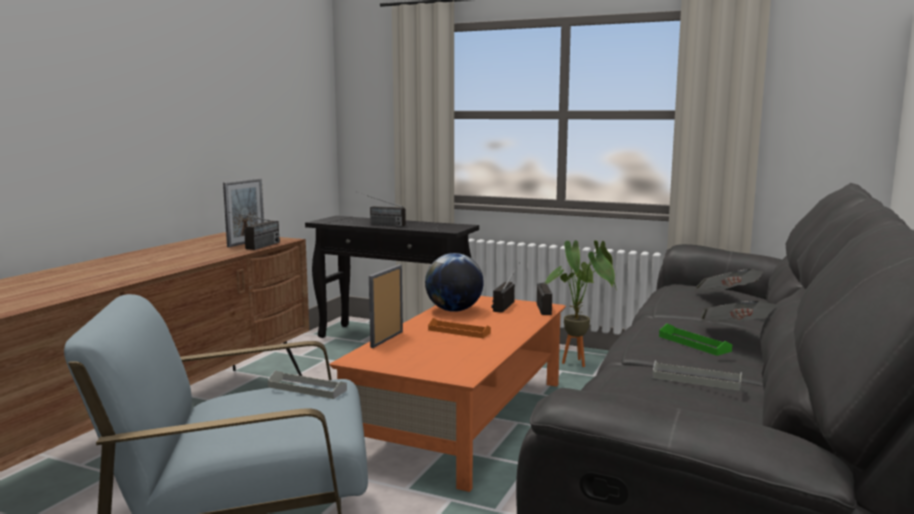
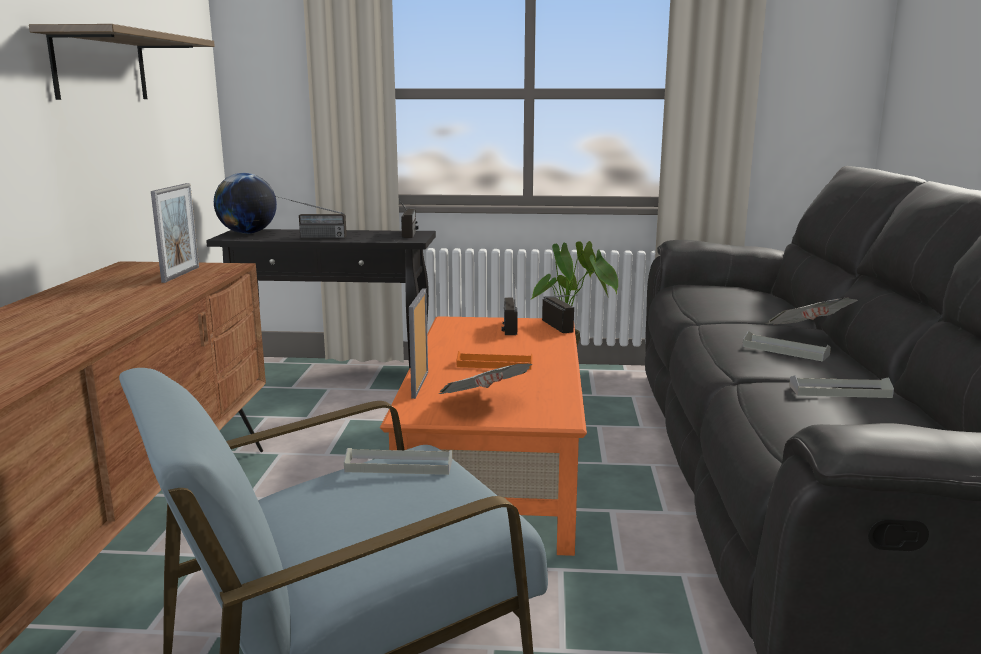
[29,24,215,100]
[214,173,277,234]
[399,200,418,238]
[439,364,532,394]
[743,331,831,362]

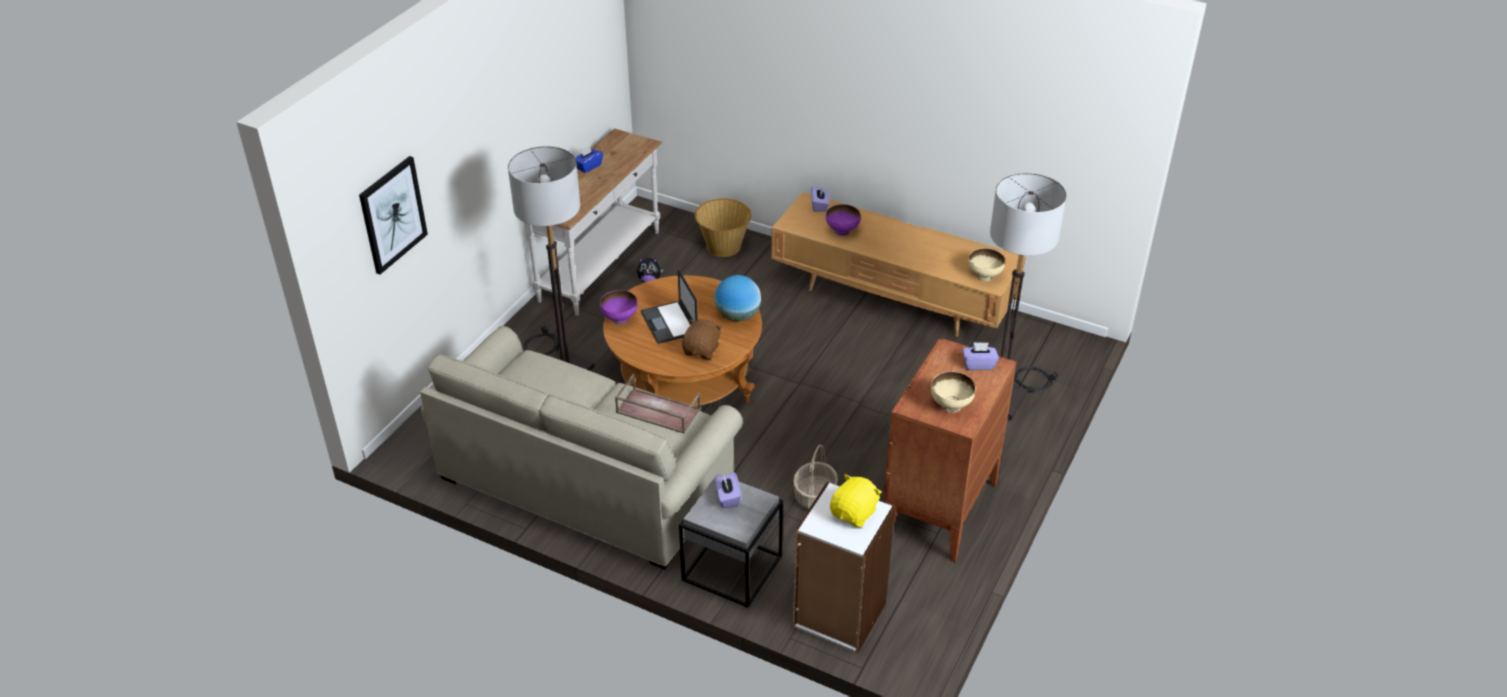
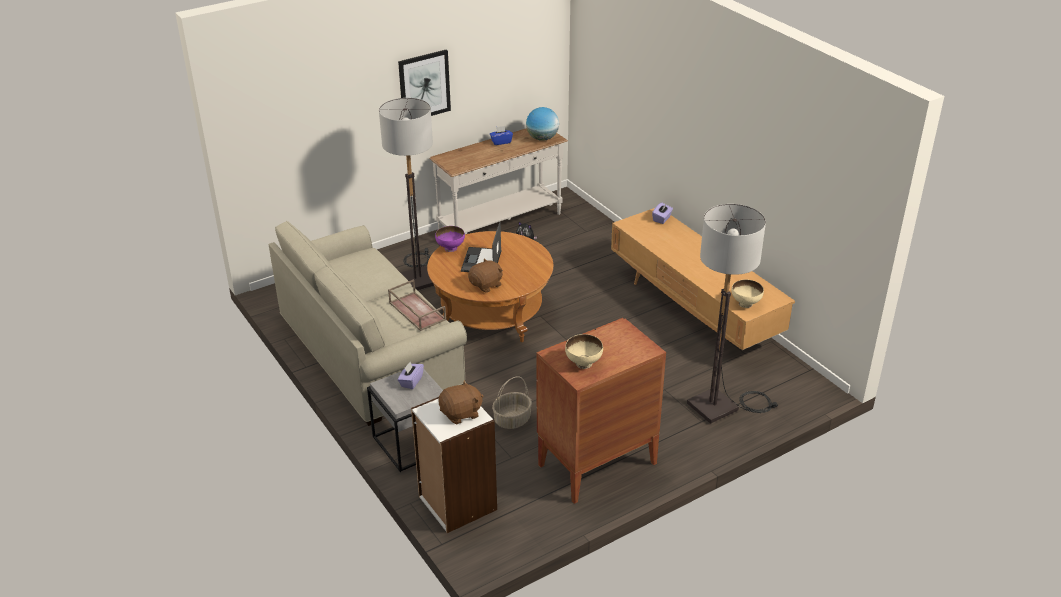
[398,50,451,116]
[438,380,483,424]
[526,107,559,141]
[695,198,752,257] (first image)
[826,204,861,236] (first image)
[962,342,999,370] (first image)

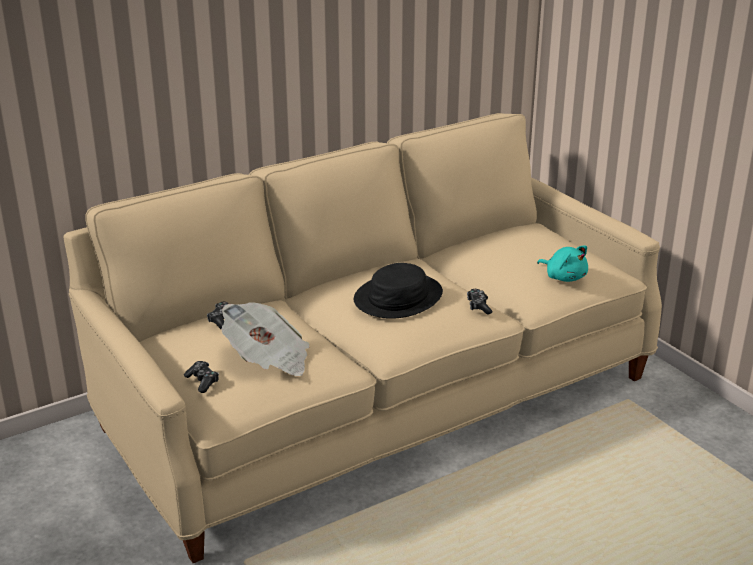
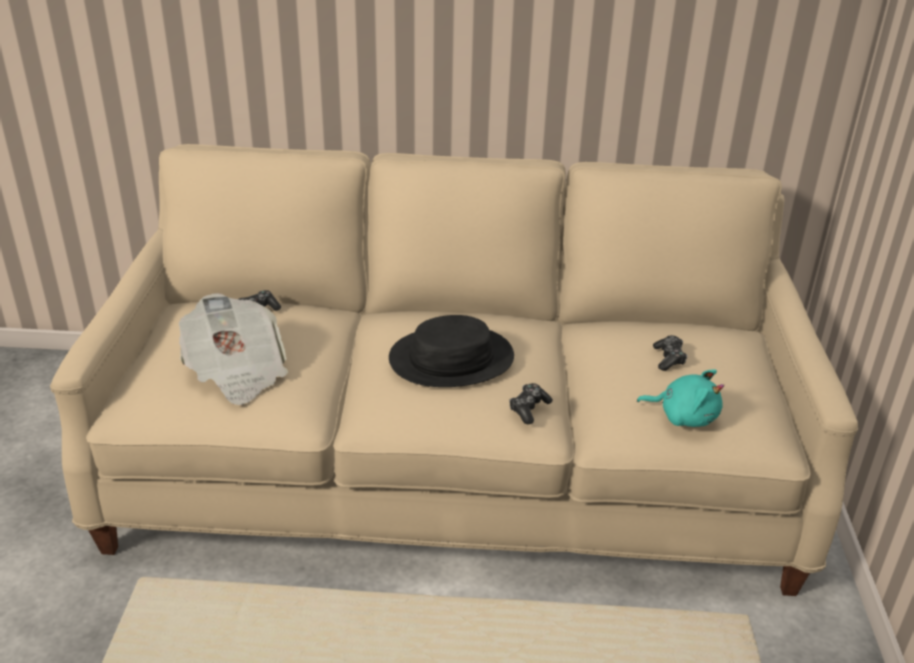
[637,369,724,427]
[653,335,688,371]

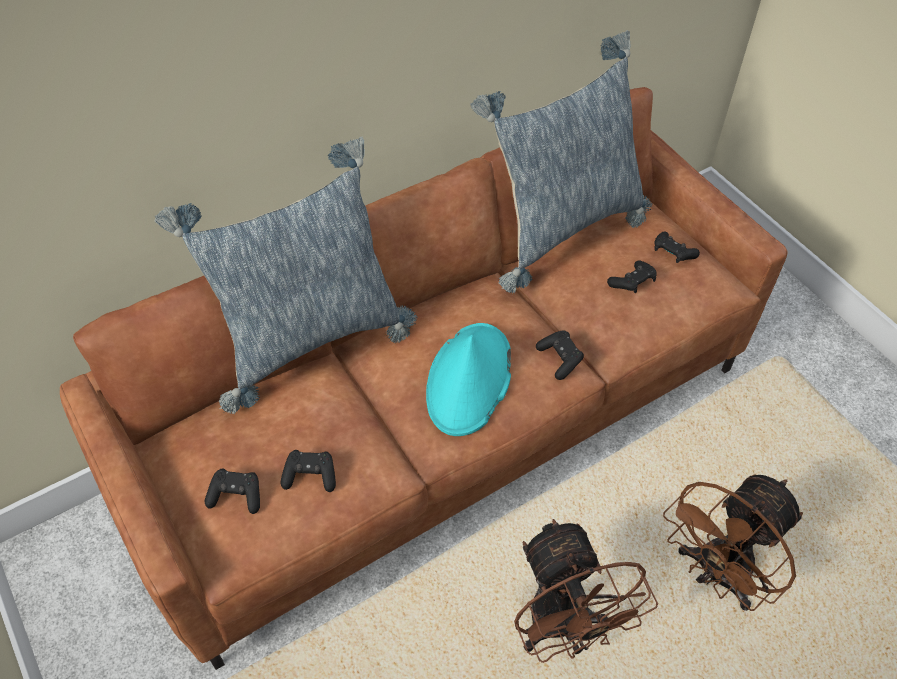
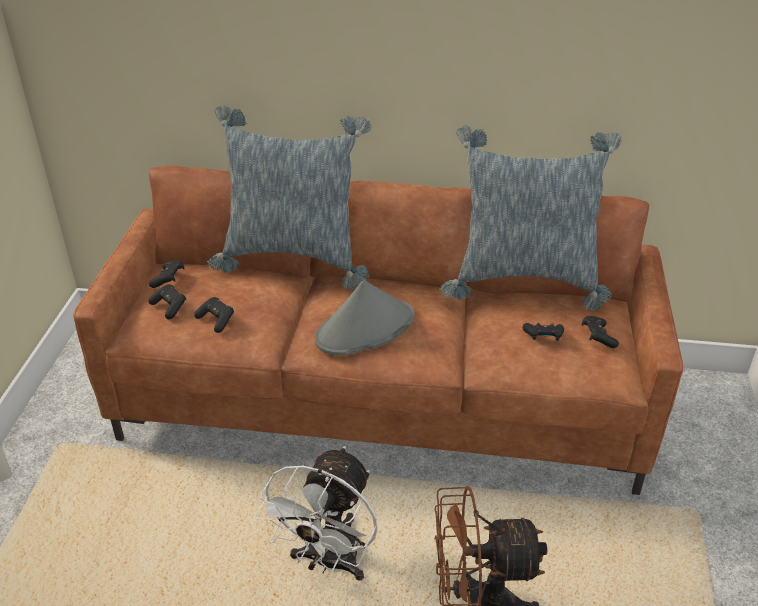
[149,260,184,288]
[255,446,378,581]
[315,280,414,355]

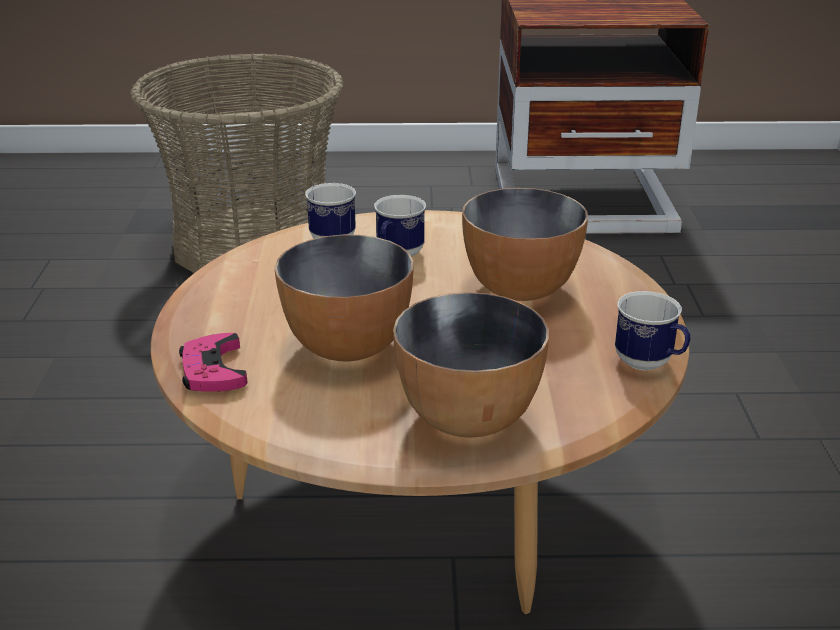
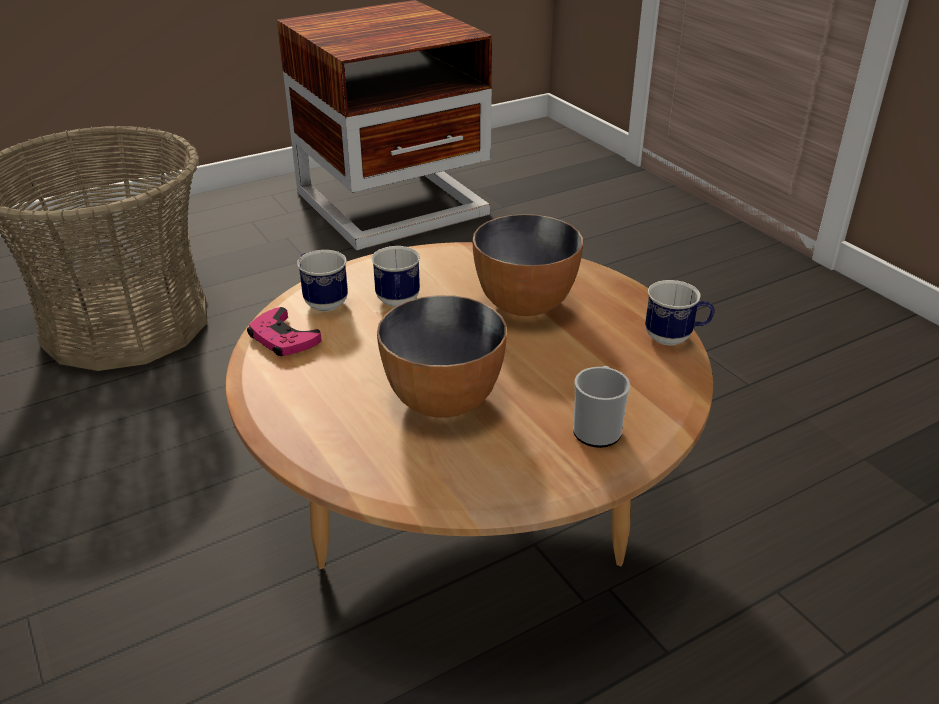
[247,307,322,356]
[573,366,630,448]

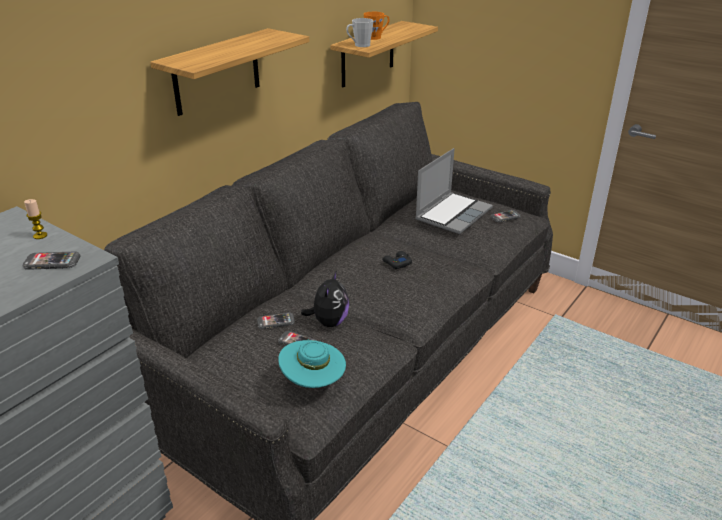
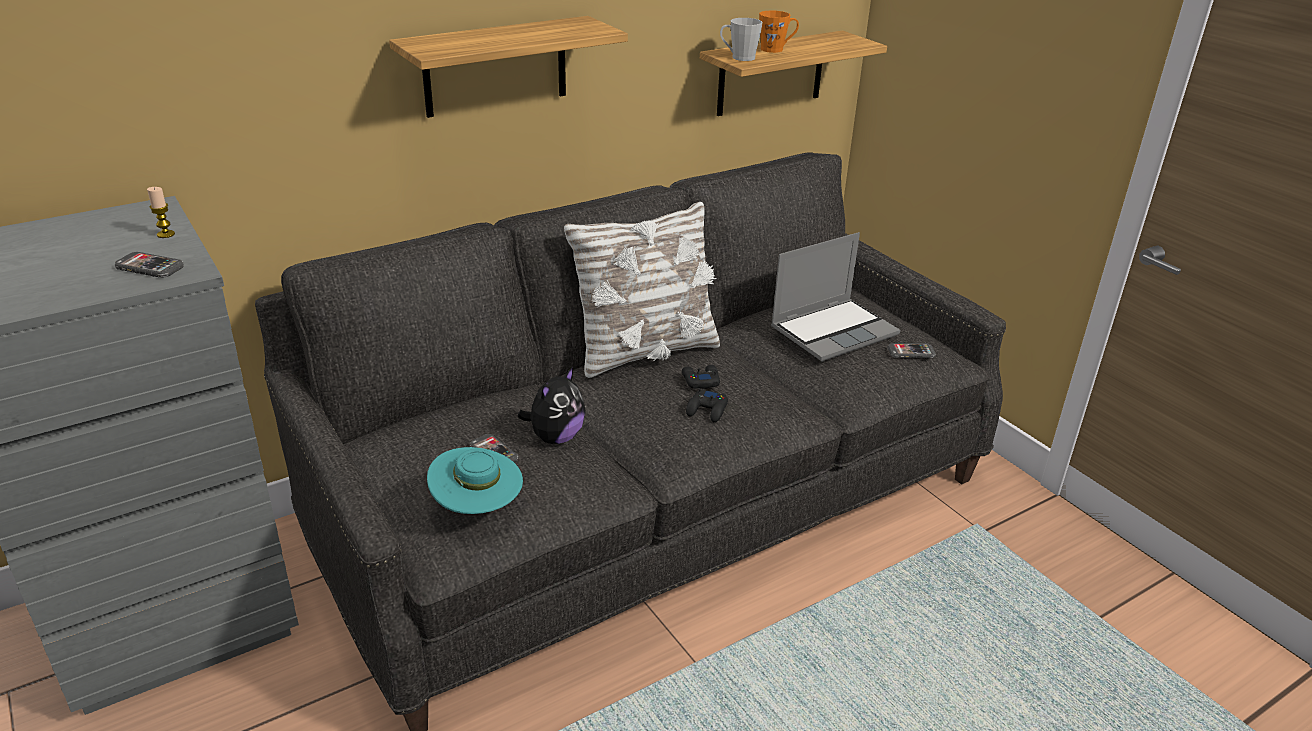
[564,202,720,378]
[686,388,728,422]
[257,312,295,329] (first image)

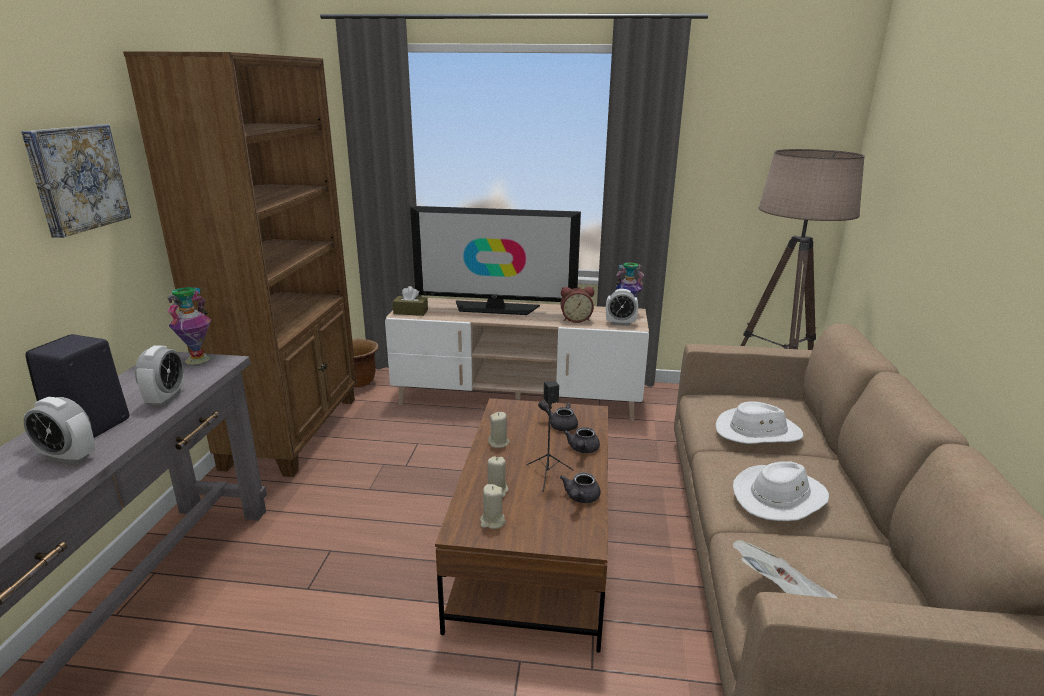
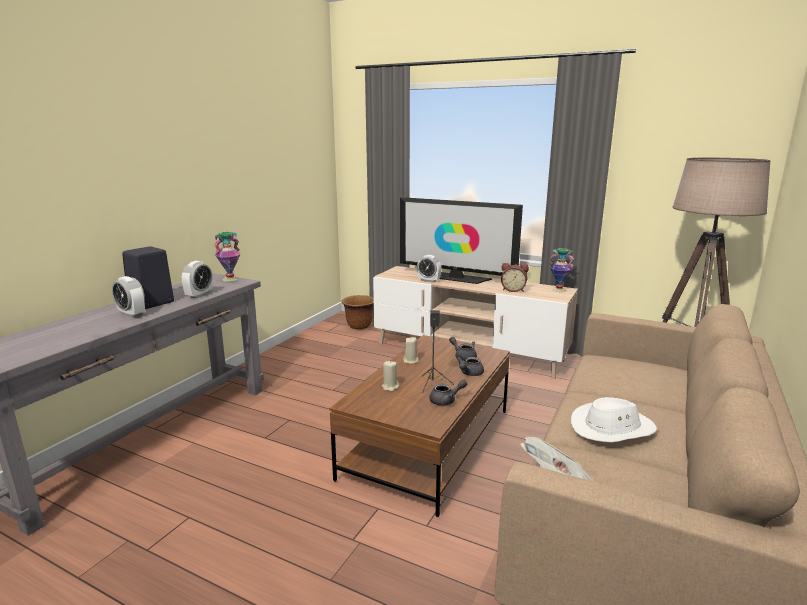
[417,255,441,283]
[429,379,467,406]
[21,124,131,238] (first image)
[123,51,357,477] (first image)
[393,286,428,316] (first image)
[480,484,505,529] (first image)
[716,401,803,444] (first image)

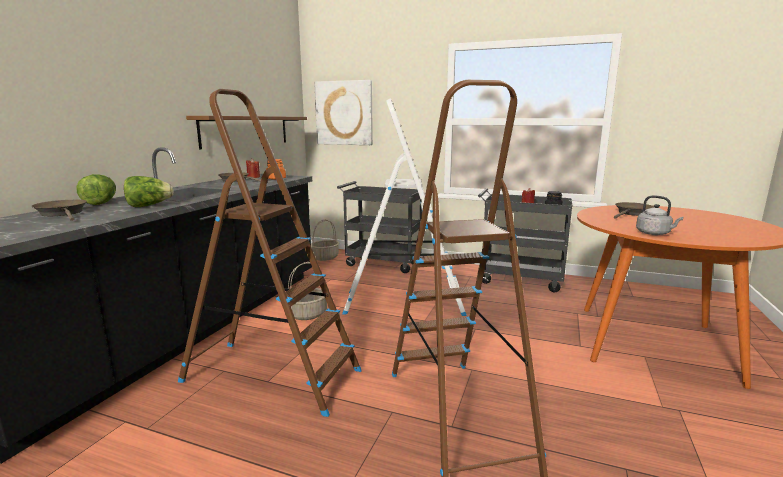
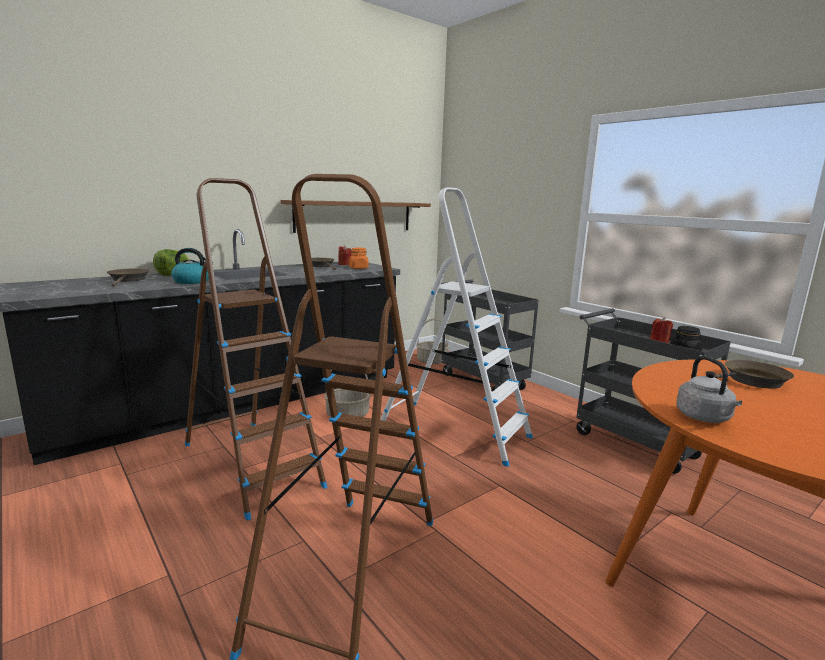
[171,248,213,284]
[314,80,373,145] (first image)

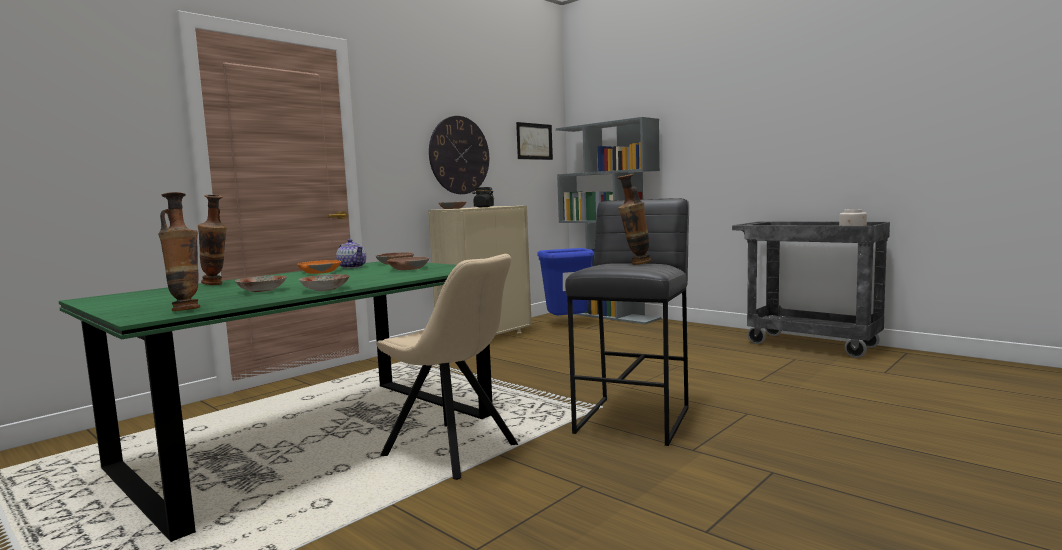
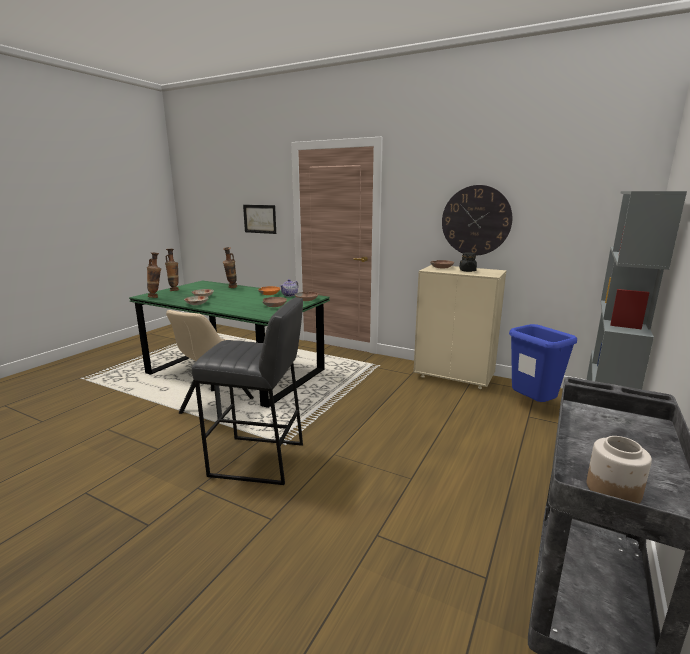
[165,249,179,291]
[243,205,276,234]

